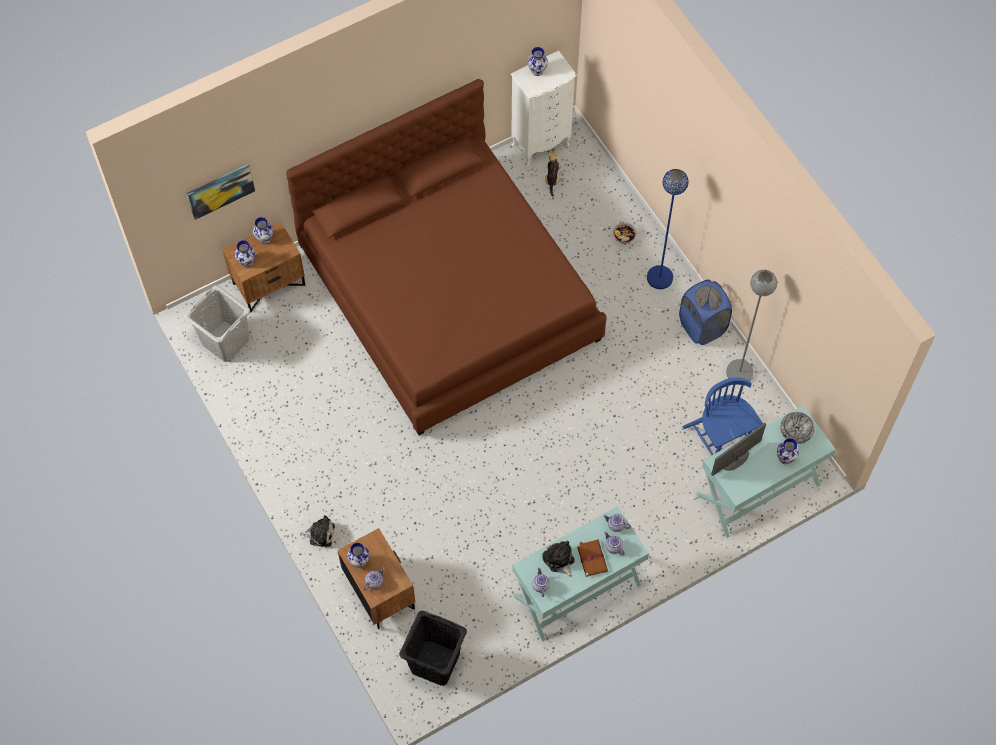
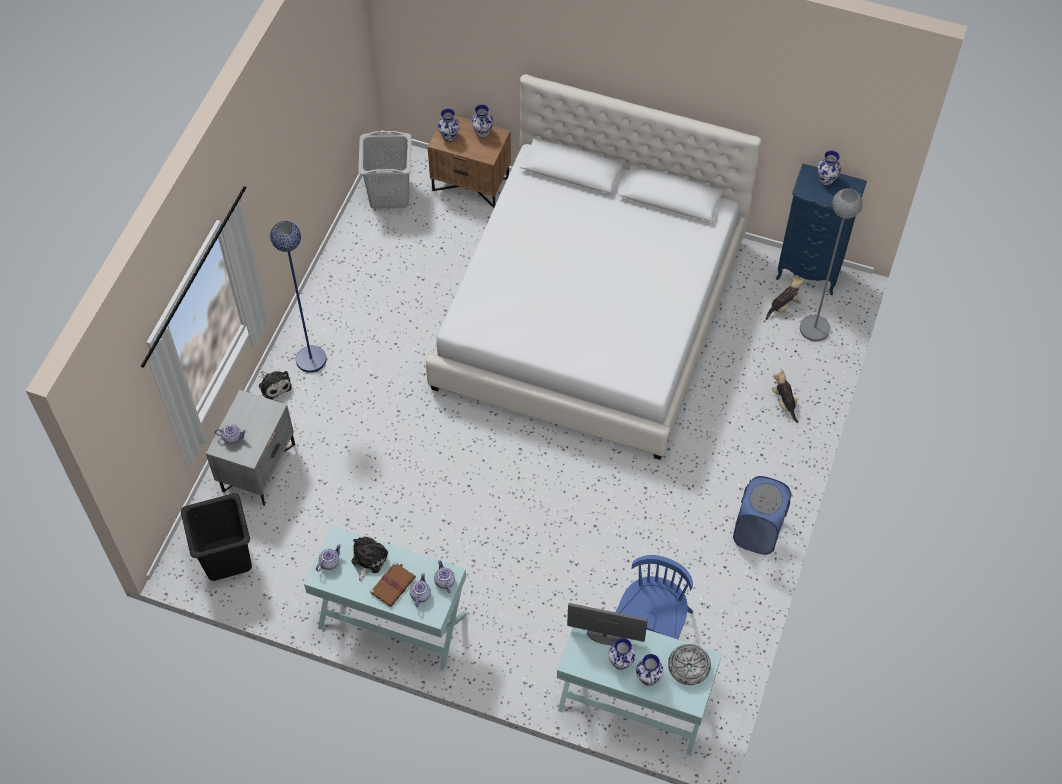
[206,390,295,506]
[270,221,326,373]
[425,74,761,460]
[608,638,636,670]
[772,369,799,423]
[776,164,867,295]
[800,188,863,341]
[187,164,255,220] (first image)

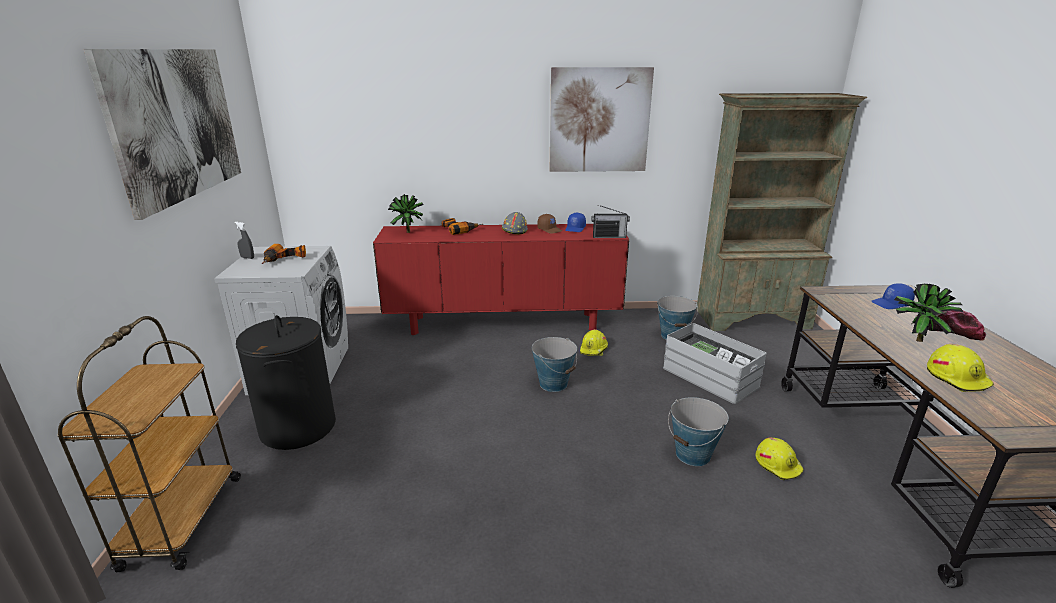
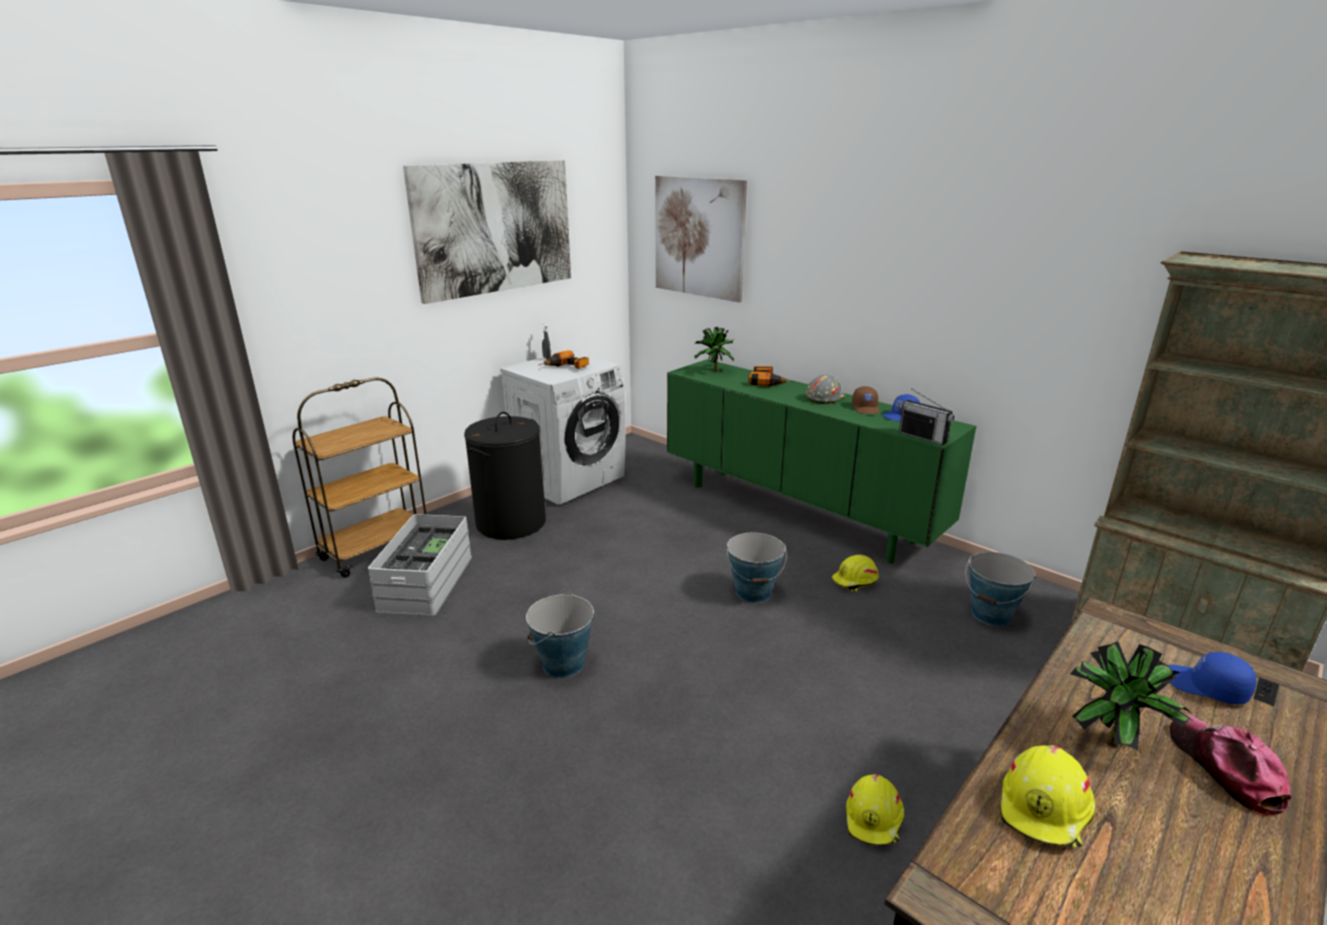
[368,514,472,616]
[526,592,594,678]
[655,176,747,303]
[667,359,976,563]

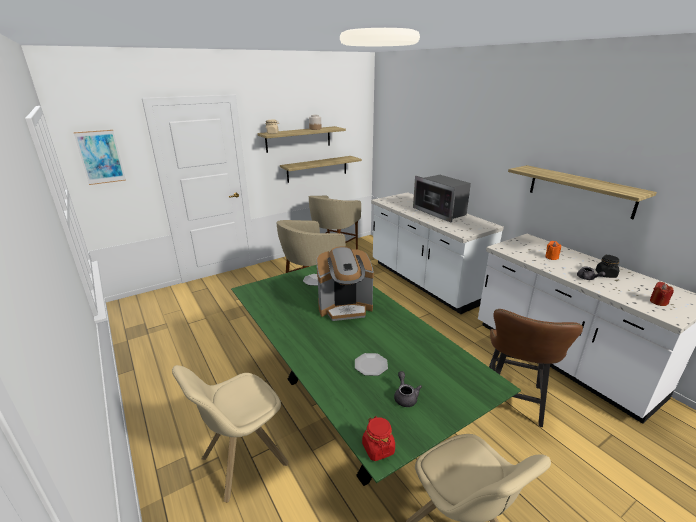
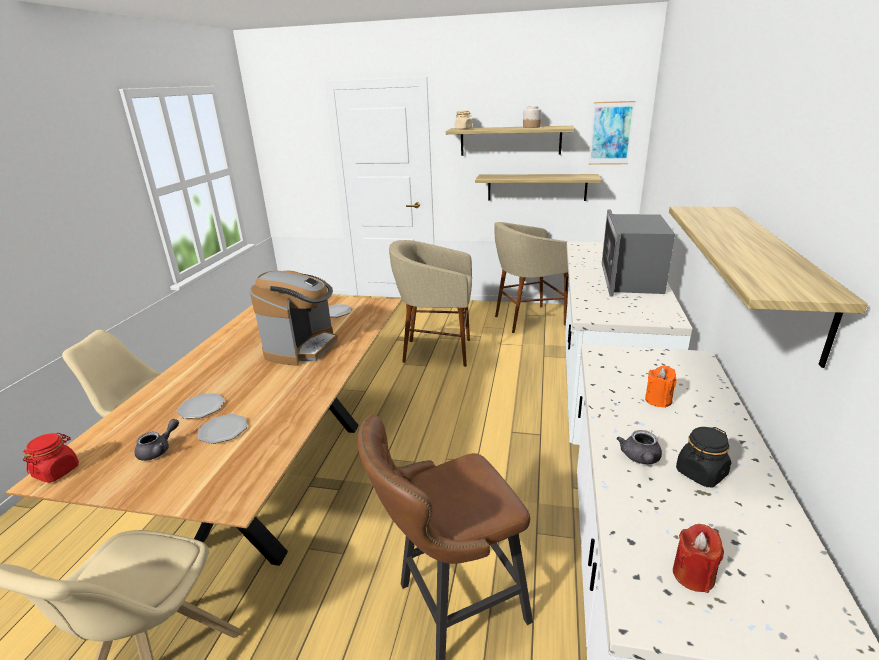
[5,296,402,566]
[198,414,247,444]
[249,270,338,366]
[589,101,635,165]

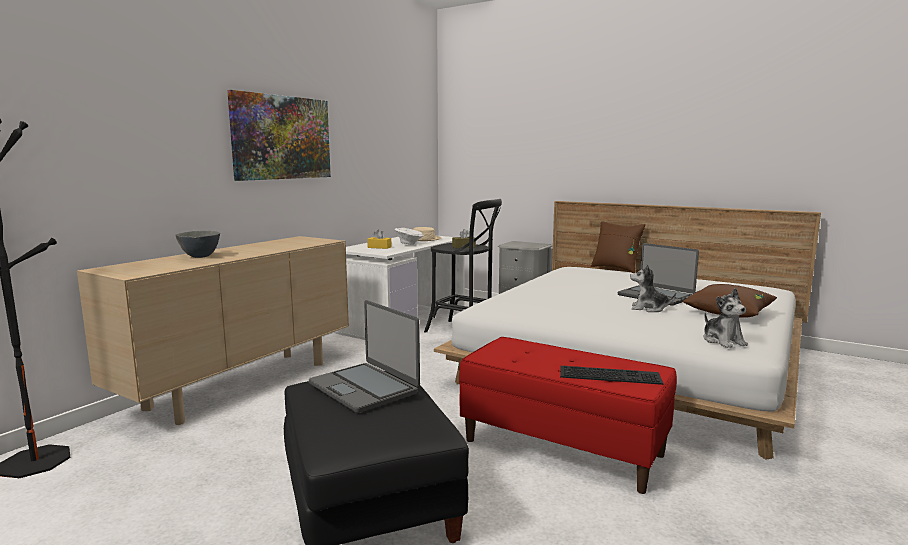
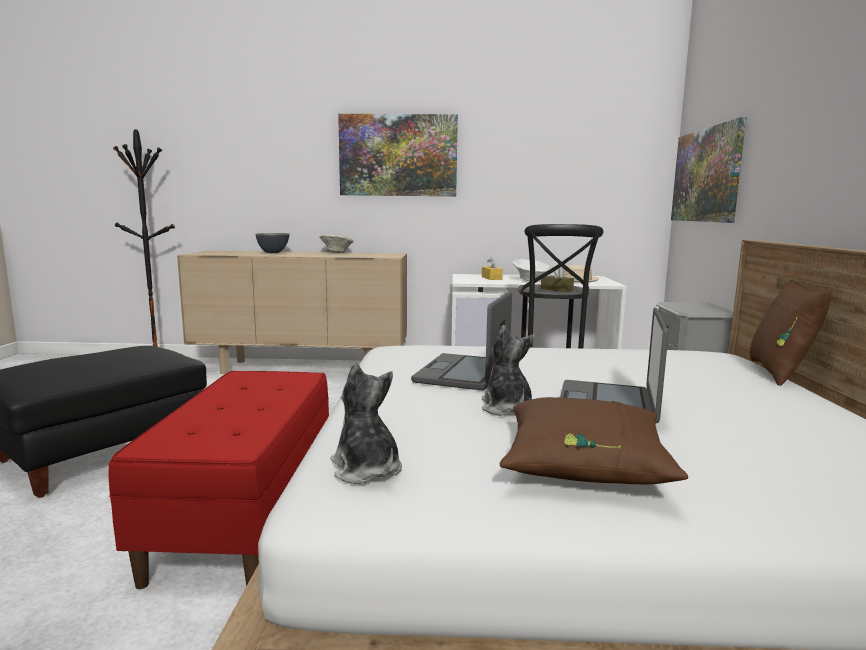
[319,234,354,253]
[331,363,402,484]
[411,291,512,390]
[671,117,746,223]
[560,366,663,385] (first image)

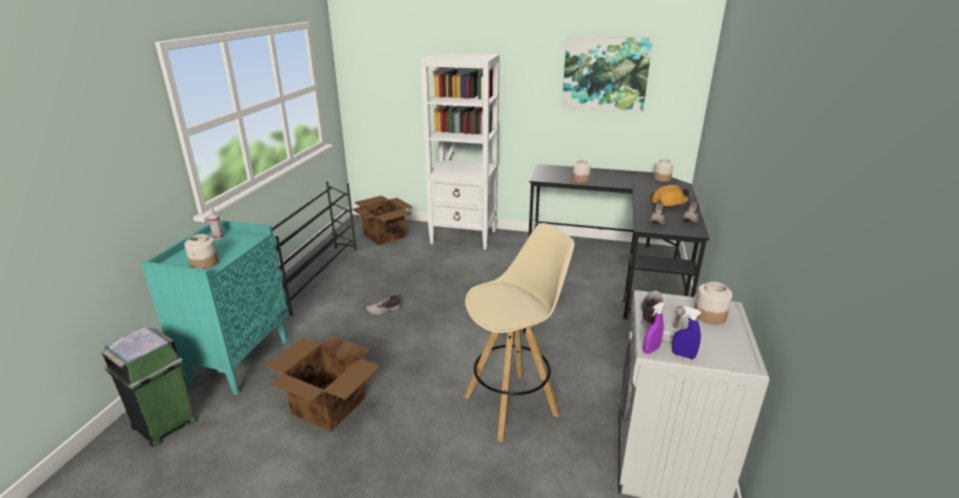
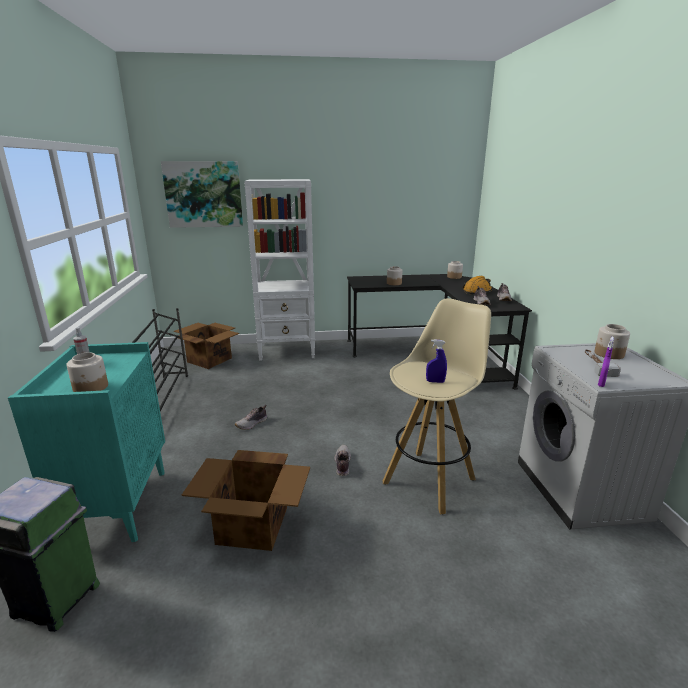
[161,161,243,228]
[335,445,351,476]
[426,339,447,383]

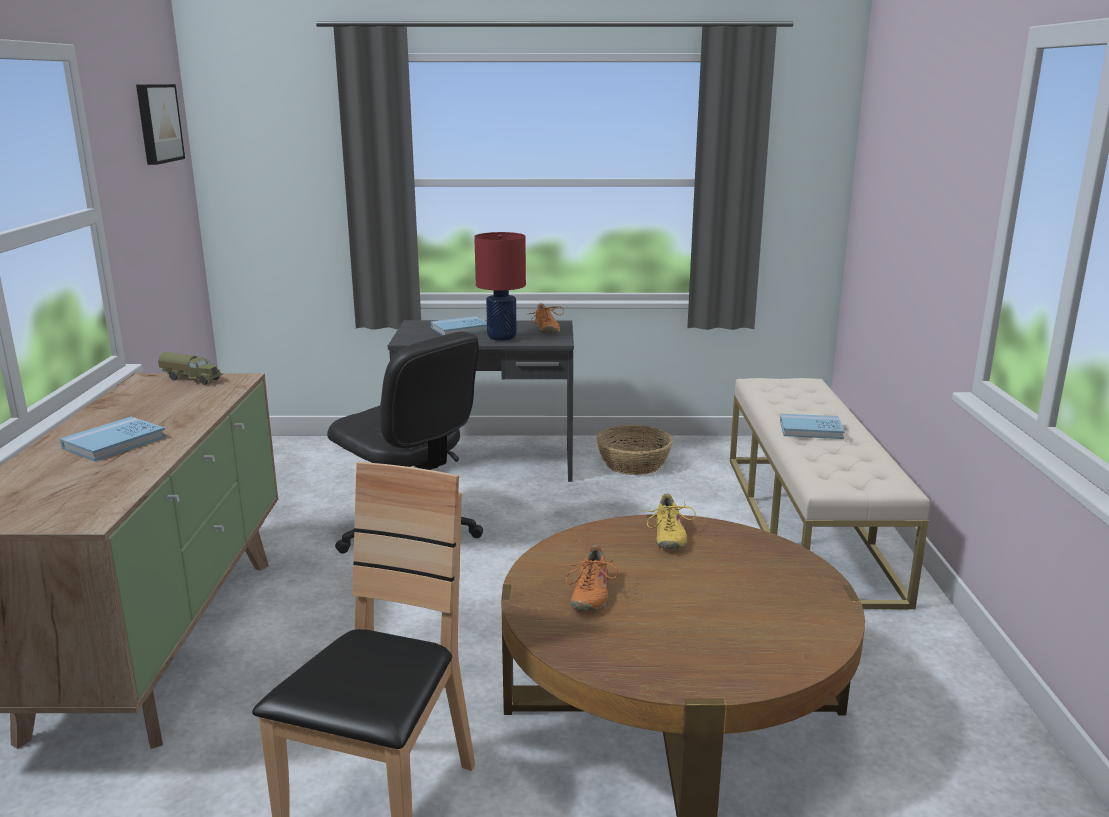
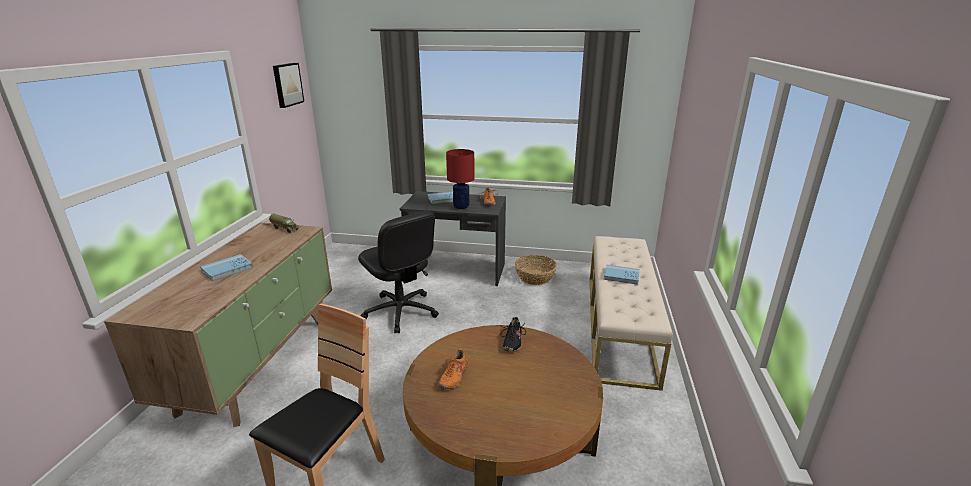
[500,317,526,352]

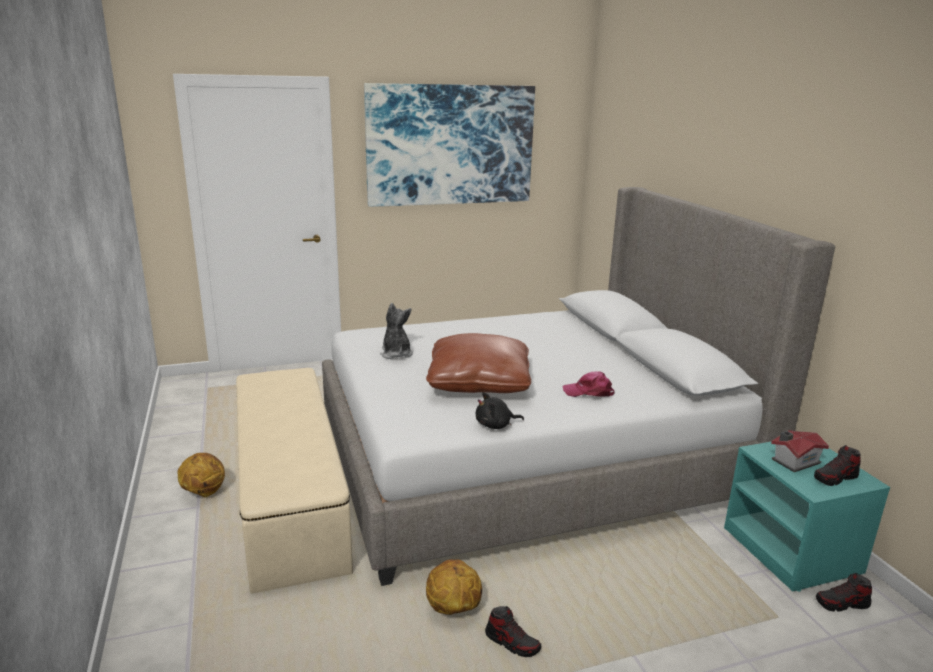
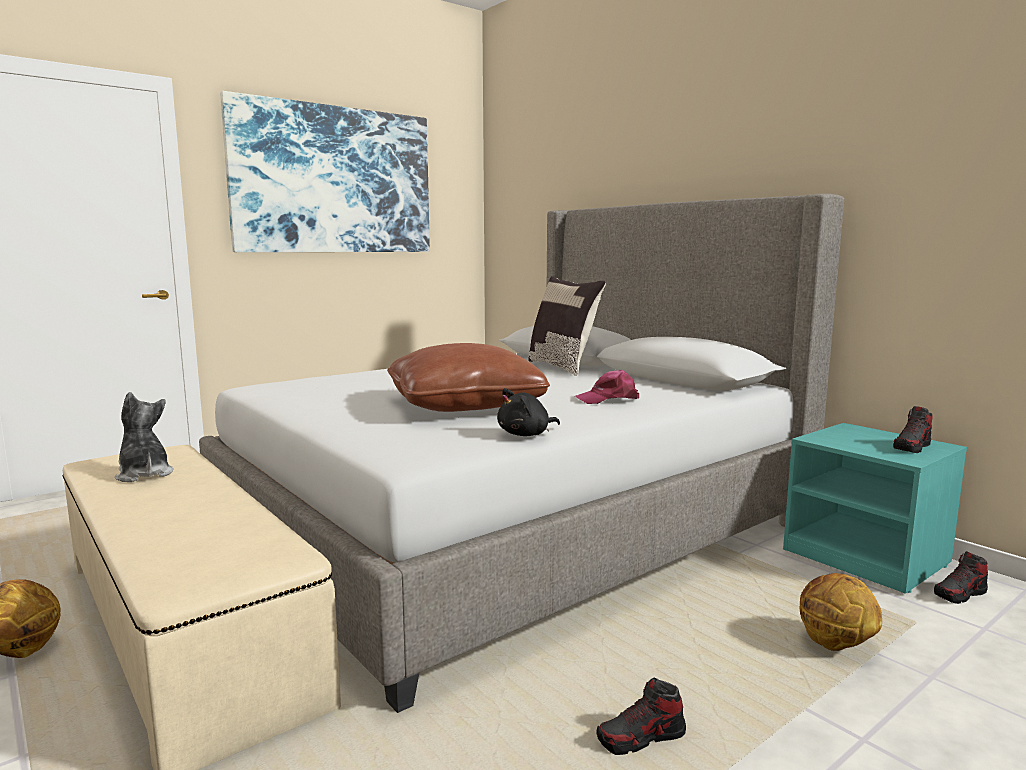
[115,392,174,482]
[528,276,606,376]
[596,678,686,755]
[800,573,882,651]
[771,430,829,472] (first image)

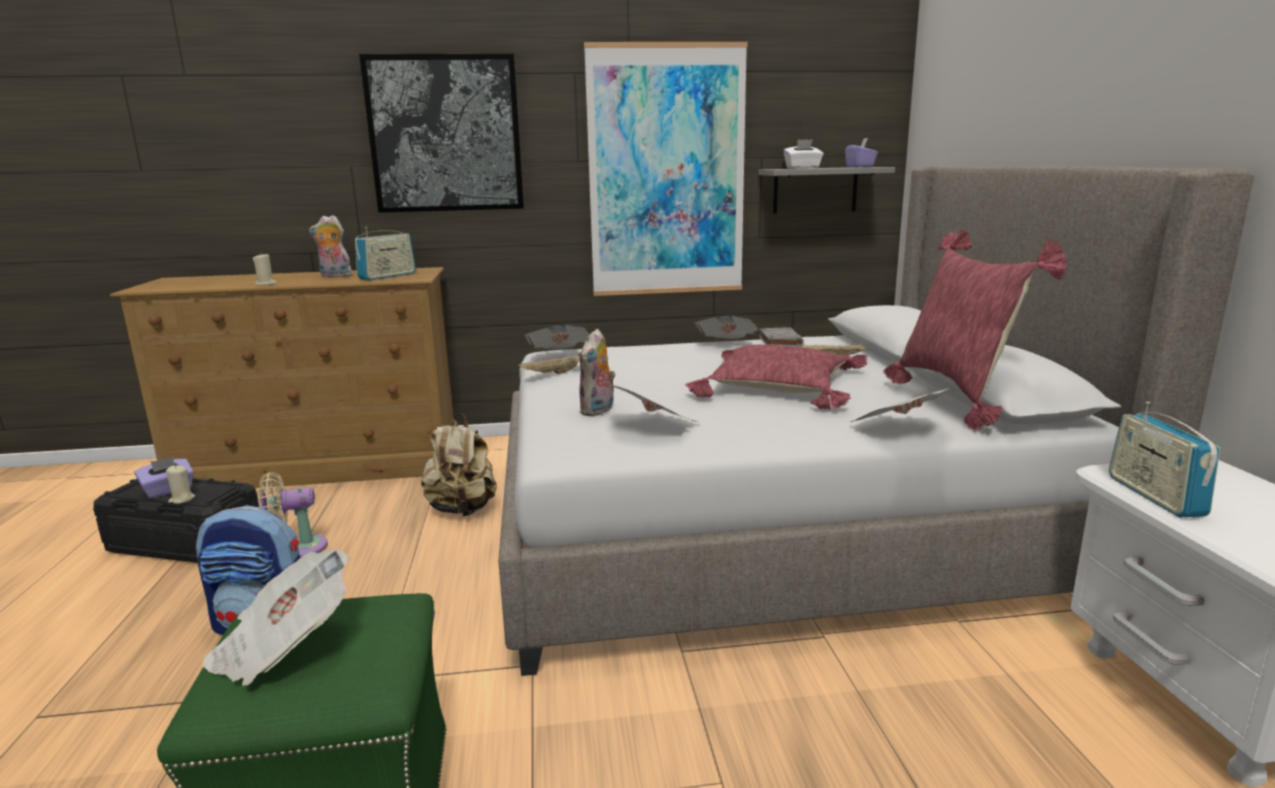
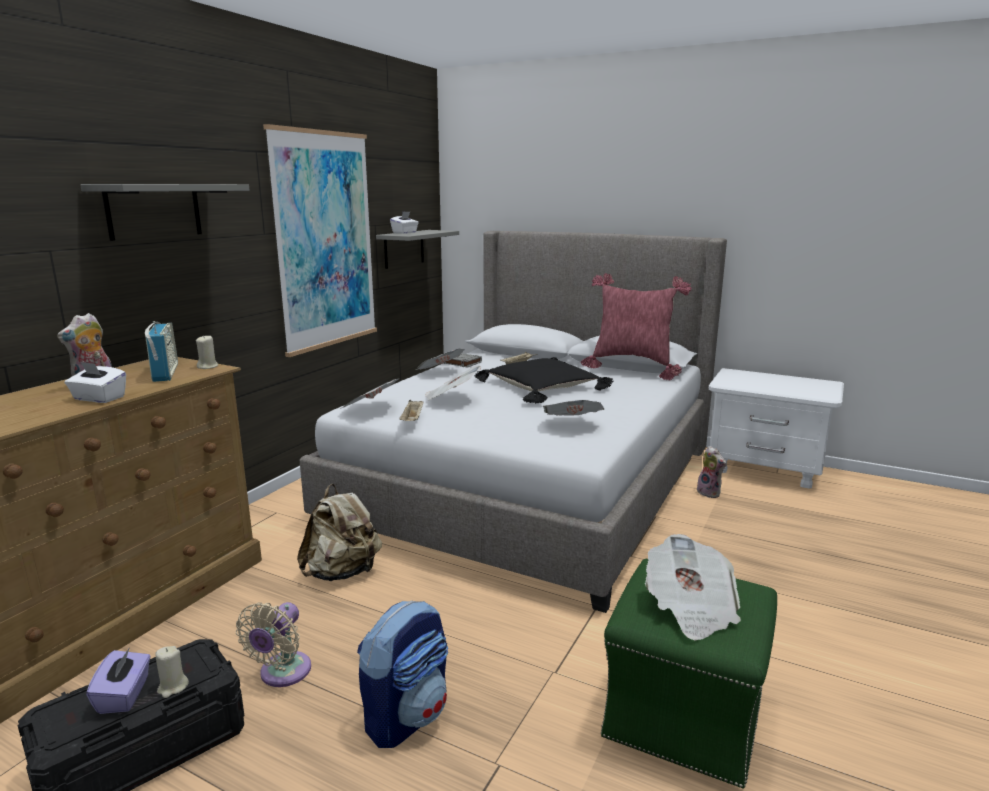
[65,362,126,403]
[80,184,249,241]
[196,336,218,369]
[425,366,481,401]
[474,357,614,404]
[697,446,727,498]
[845,138,878,167] (first image)
[1109,402,1220,518] (first image)

